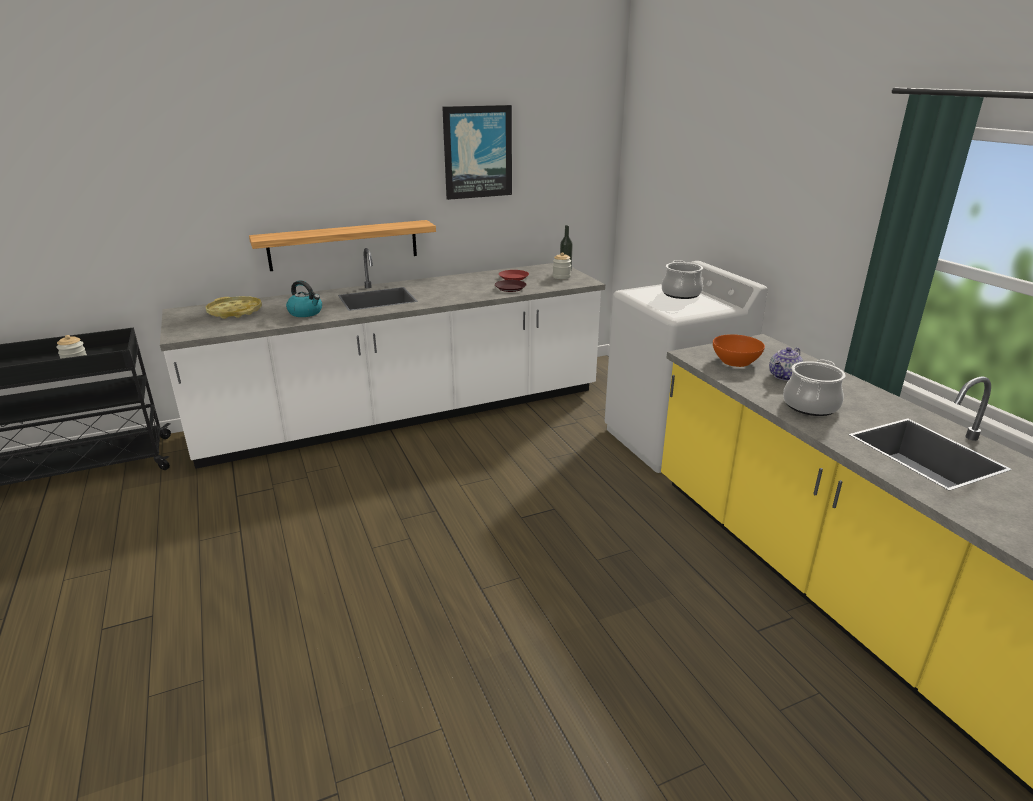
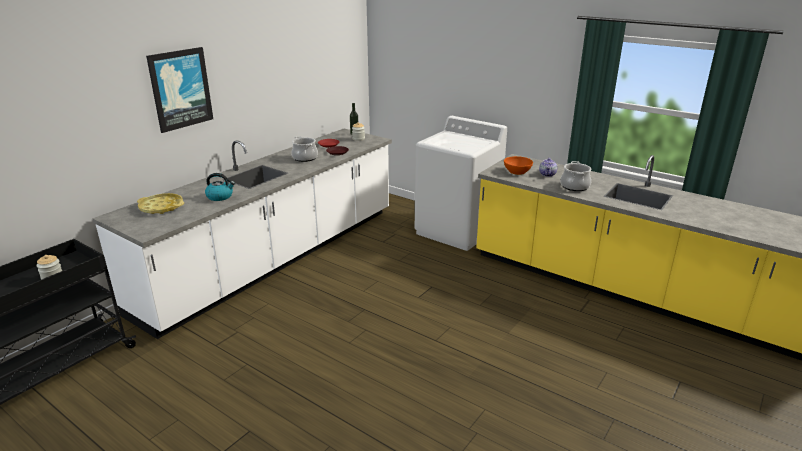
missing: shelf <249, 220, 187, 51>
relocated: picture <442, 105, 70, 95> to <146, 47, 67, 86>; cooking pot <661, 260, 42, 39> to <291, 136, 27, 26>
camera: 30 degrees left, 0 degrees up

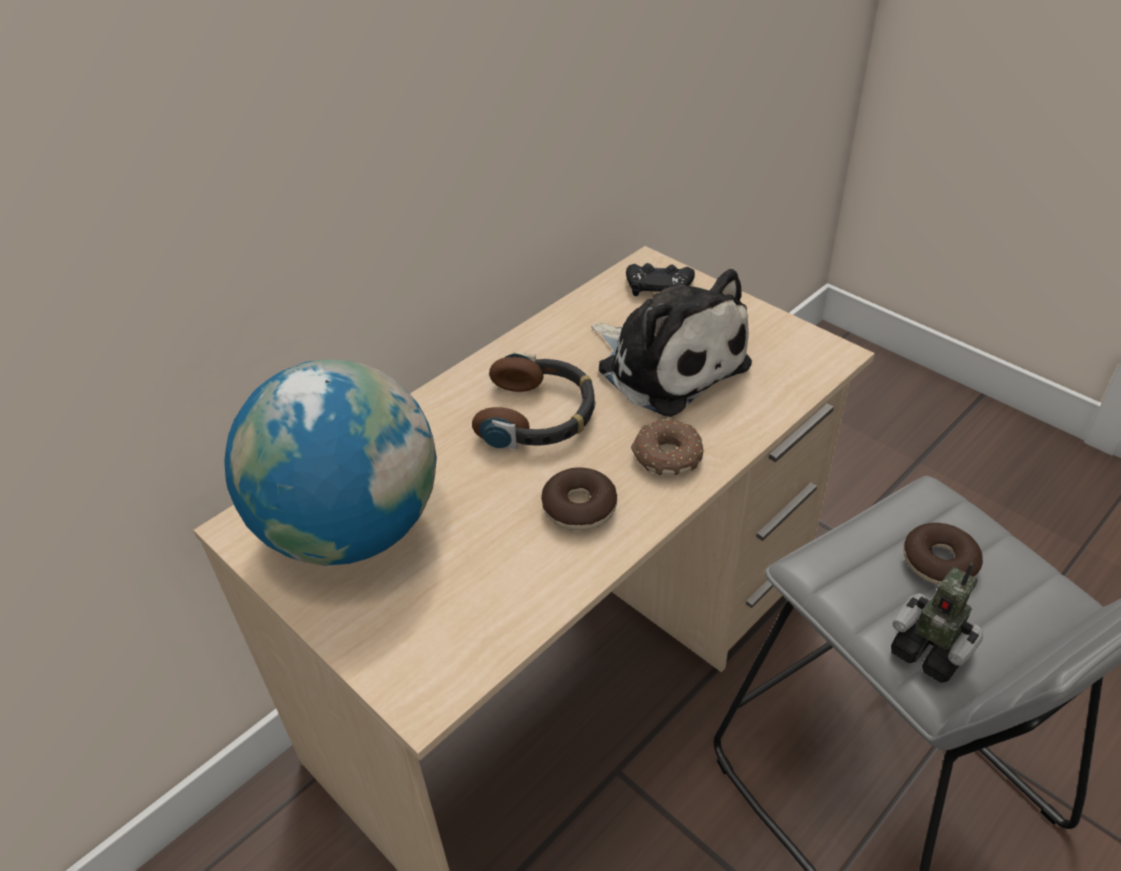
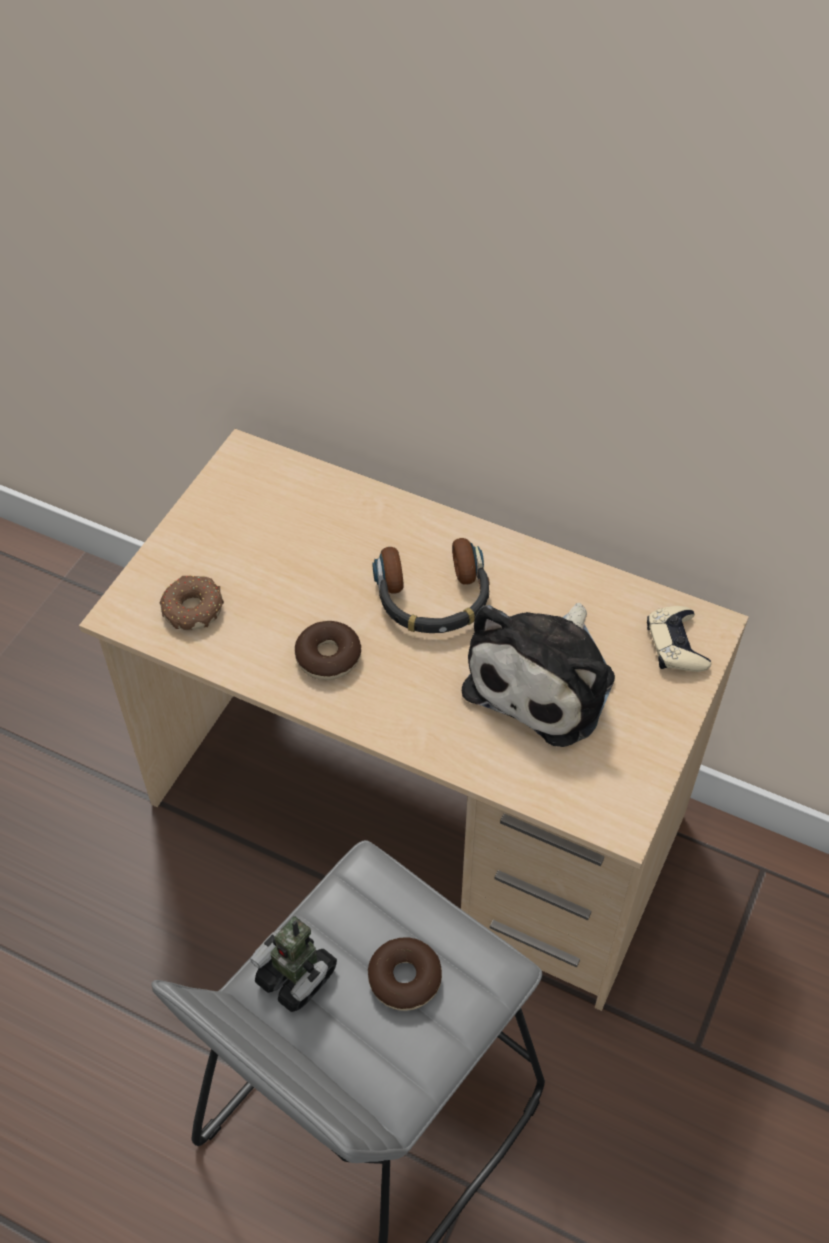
missing: globe <224, 359, 213, 207>
relocated: donut <631, 419, 72, 57> to <160, 575, 64, 55>
colour: black game controller <626, 263, 69, 33> to beige game controller <647, 606, 65, 66>
spun: toy robot <891, 562, 92, 121> = <250, 916, 87, 96> 75 degrees counterclockwise
camera: 70 degrees right, 10 degrees up

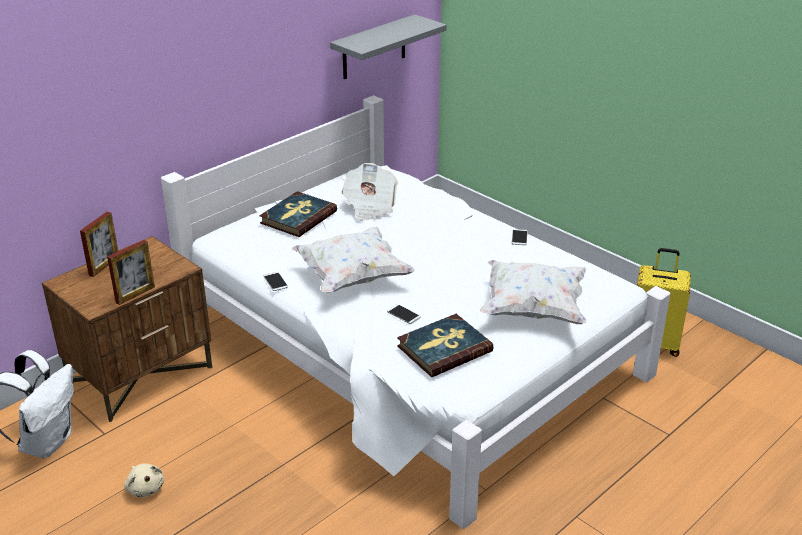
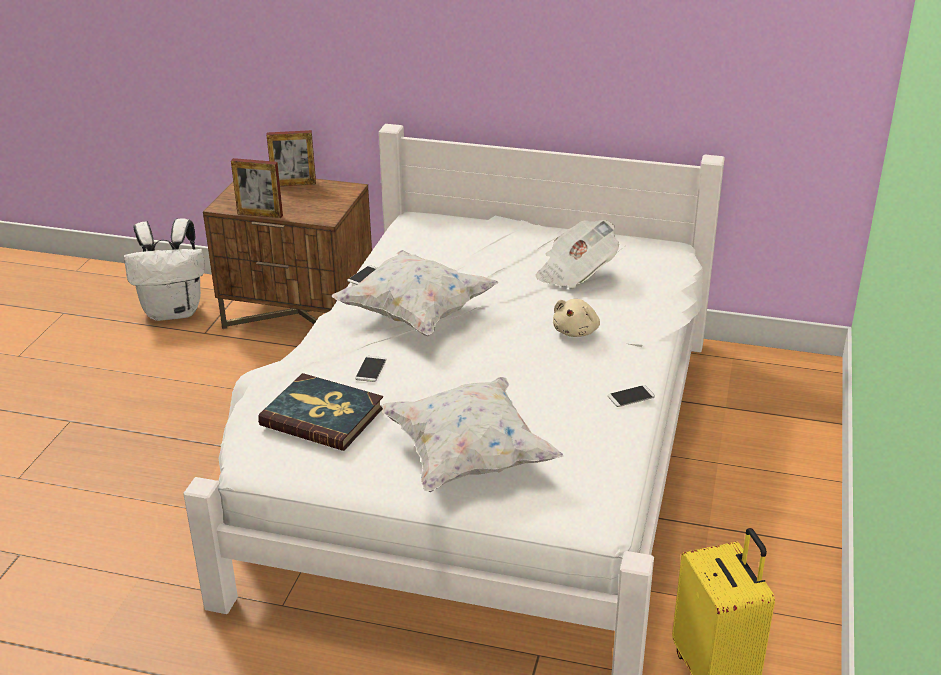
missing: book <259, 191, 78, 46>; grey shelf <330, 15, 117, 64>
relocated: beige plush toy <124, 463, 40, 35> to <553, 299, 47, 38>
camera: 60 degrees right, 0 degrees up

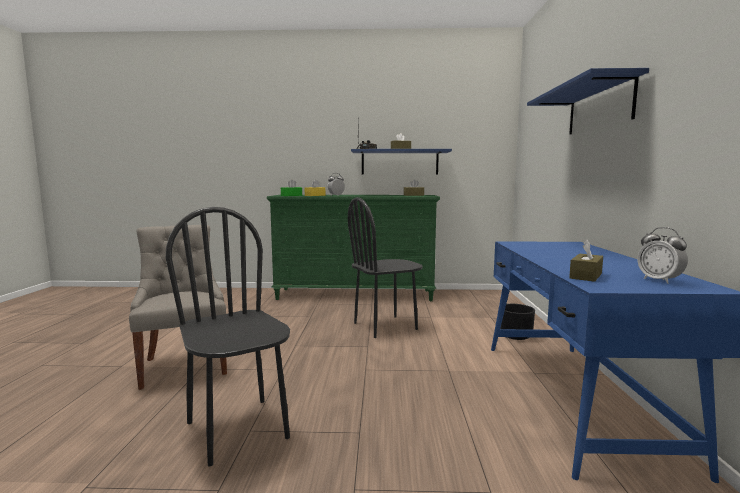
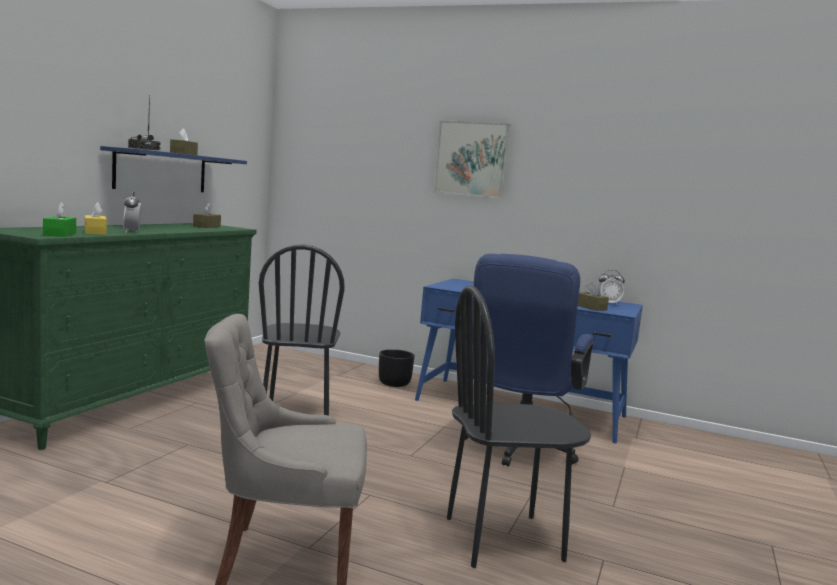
appeared: blue office chair <465, 254, 129, 213>
exchanged: blue shelf <527, 68, 122, 67> to picture <434, 120, 77, 79>
camera: 70 degrees left, 0 degrees up

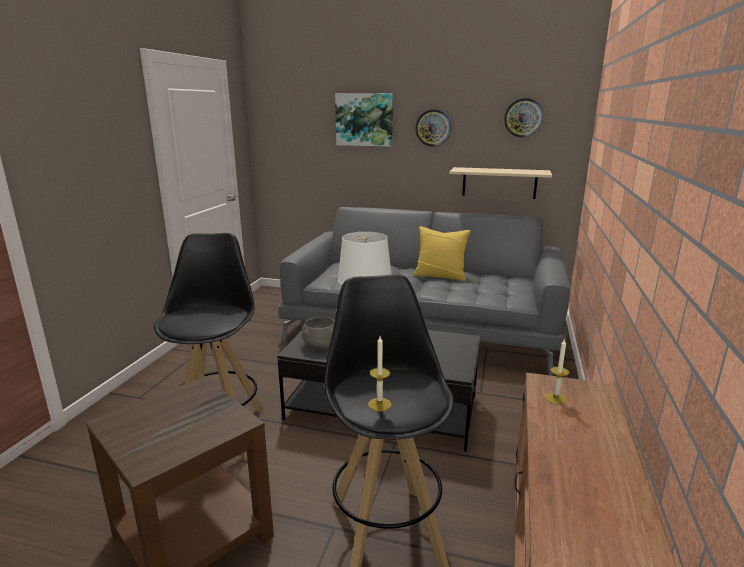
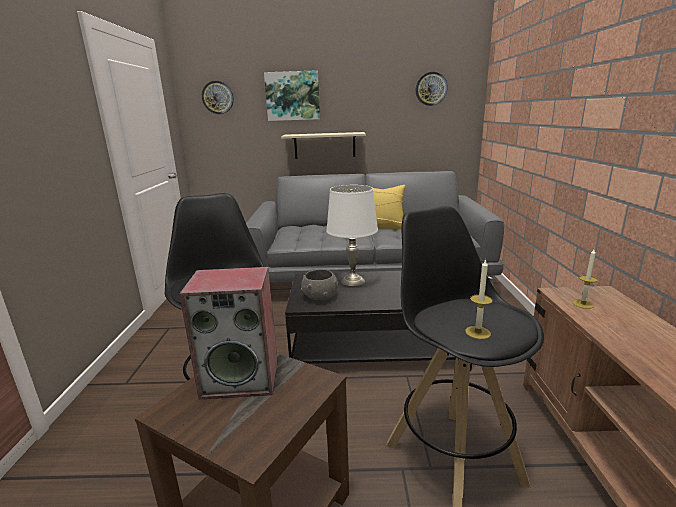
appeared: speaker <179, 267, 99, 133>
relocated: wall clock <415, 109, 36, 38> to <202, 81, 32, 33>; beige shelf <449, 167, 103, 32> to <281, 132, 85, 27>
camera: 15 degrees left, 0 degrees up

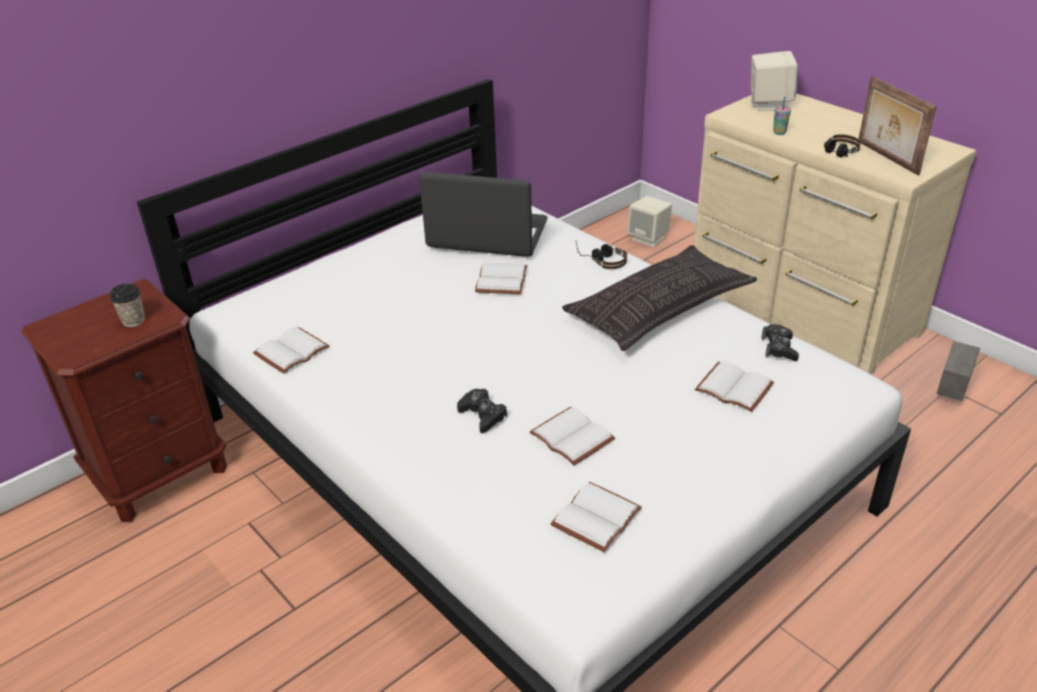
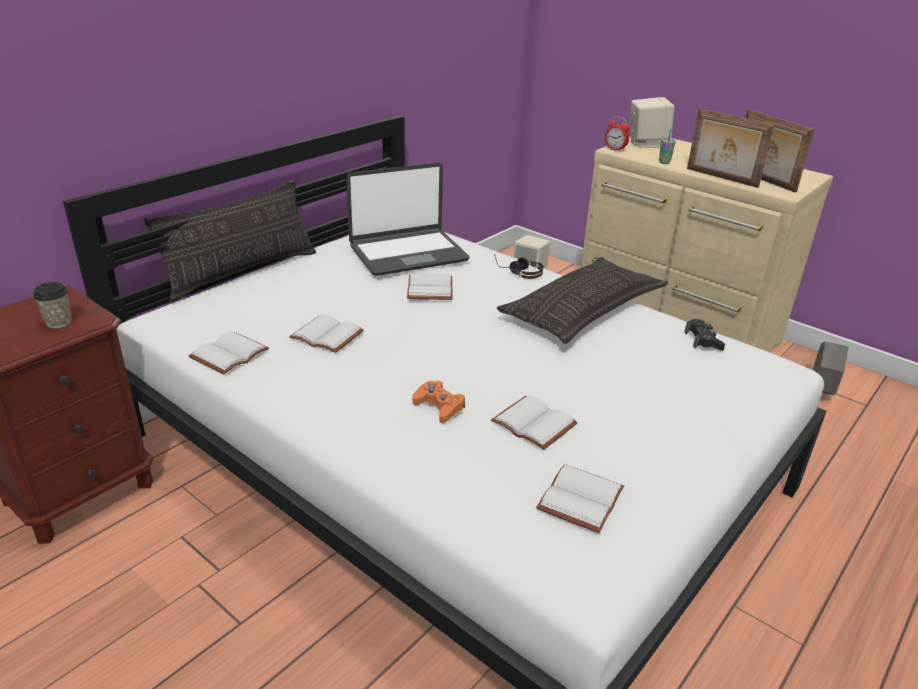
appeared: pillow <144, 179, 172, 123>; alarm clock <605, 117, 25, 35>
relocated: white book <695, 361, 79, 51> to <289, 314, 75, 39>
exchanged: headphones <824, 134, 37, 23> to picture frame <687, 108, 88, 80>
colour: black game controller <457, 389, 50, 44> to orange game controller <413, 381, 52, 42>
spun: laptop <419, 172, 129, 85> = <346, 163, 123, 113> 150 degrees clockwise
camera: 10 degrees left, 5 degrees down

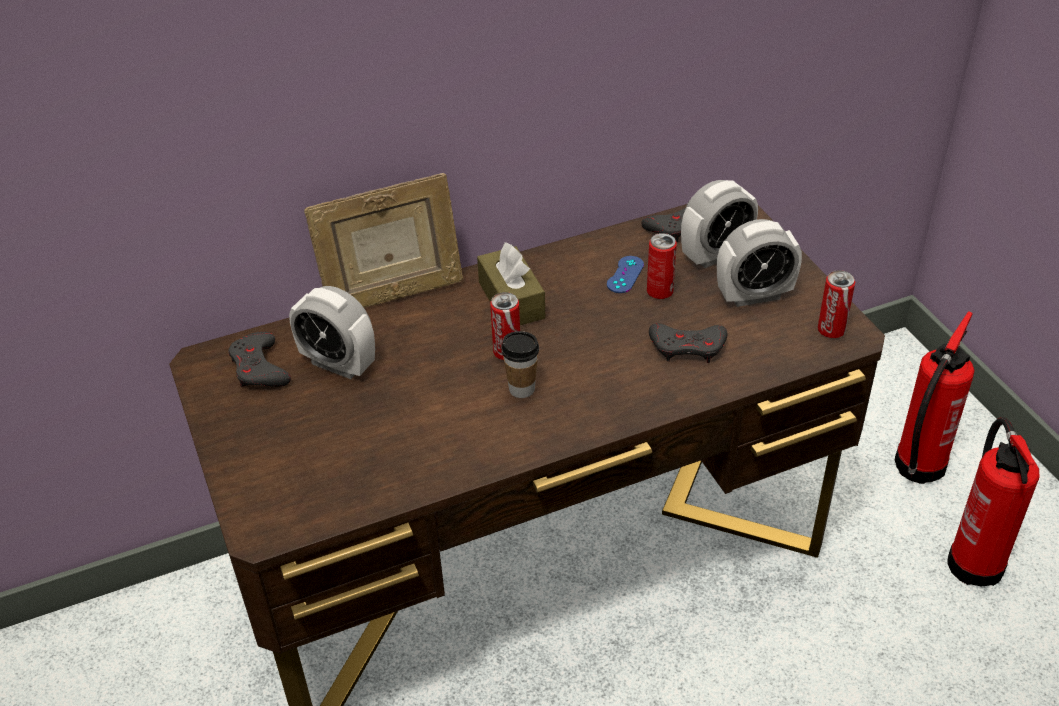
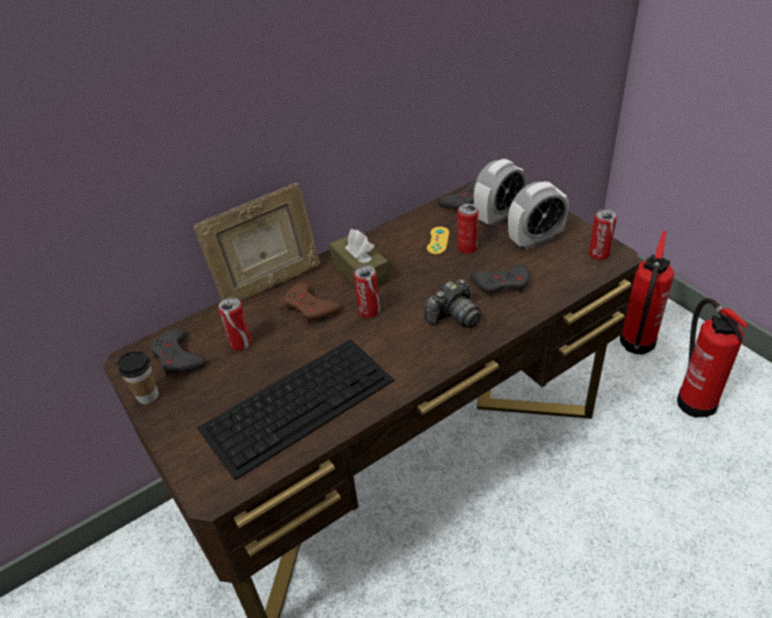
appeared: keyboard <197, 339, 197, 141>; brown game controller <284, 282, 58, 41>; photo camera <424, 279, 58, 49>
relocated: cup <501, 331, 38, 67> to <117, 351, 42, 53>
exchanged: alarm clock <289, 286, 86, 93> to can <218, 297, 34, 53>
colour: blue game controller <607, 256, 37, 37> to yellow game controller <427, 227, 22, 27>
camera: 10 degrees left, 0 degrees up

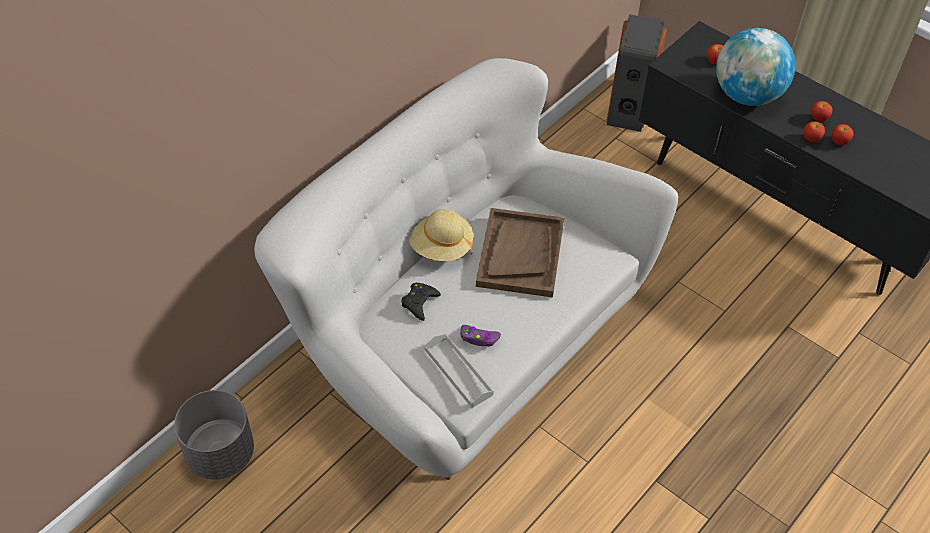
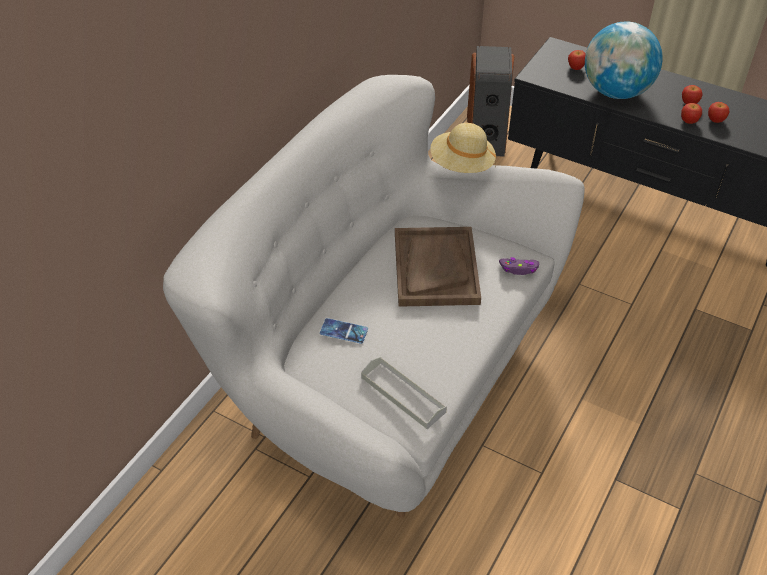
missing: grey planter <174, 390, 80, 90>
relocated: beige hat <409, 209, 64, 52> to <430, 123, 66, 50>; purple game controller <460, 325, 41, 22> to <499, 257, 40, 18>
exchanged: black game controller <401, 283, 40, 38> to phone <320, 318, 48, 26>
camera: 10 degrees left, 5 degrees down

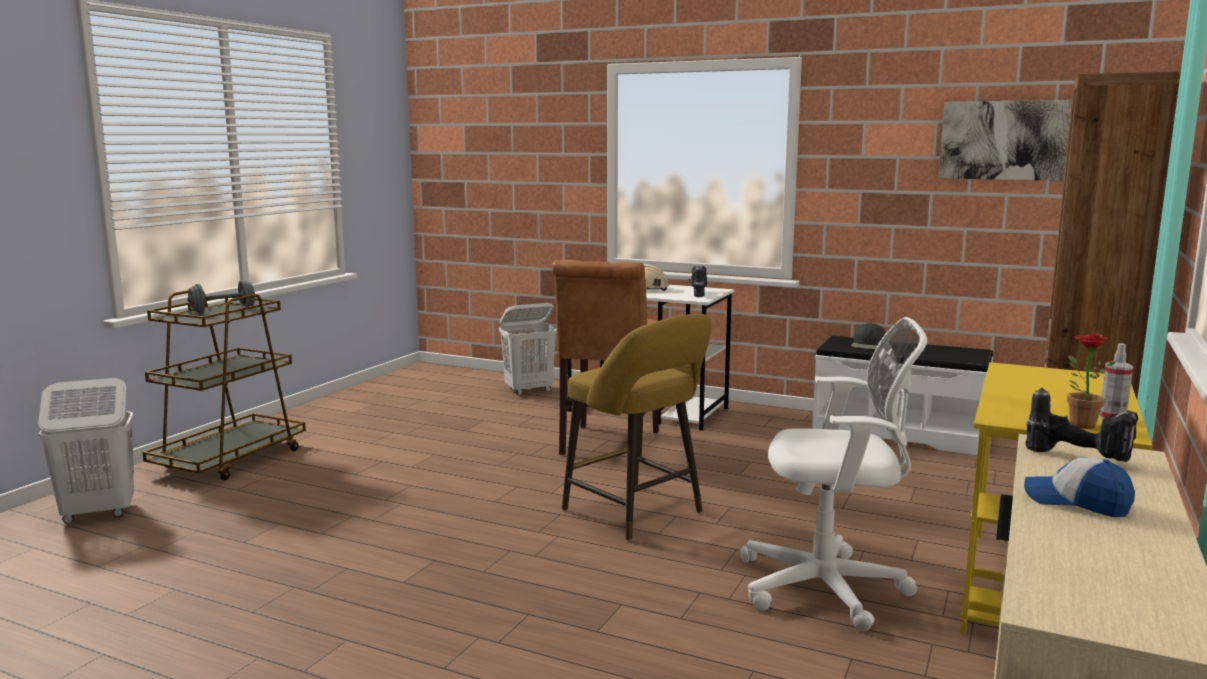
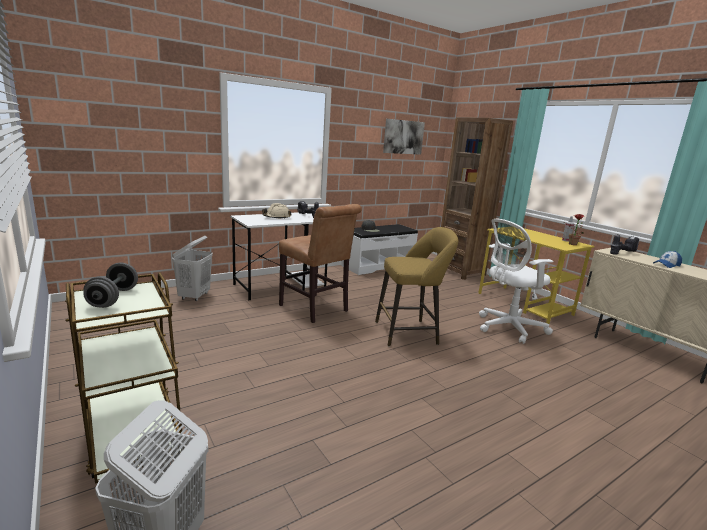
spun: white office chair <740, 317, 187, 315> = <479, 219, 74, 125> 150 degrees counterclockwise
camera: 60 degrees left, 5 degrees up

